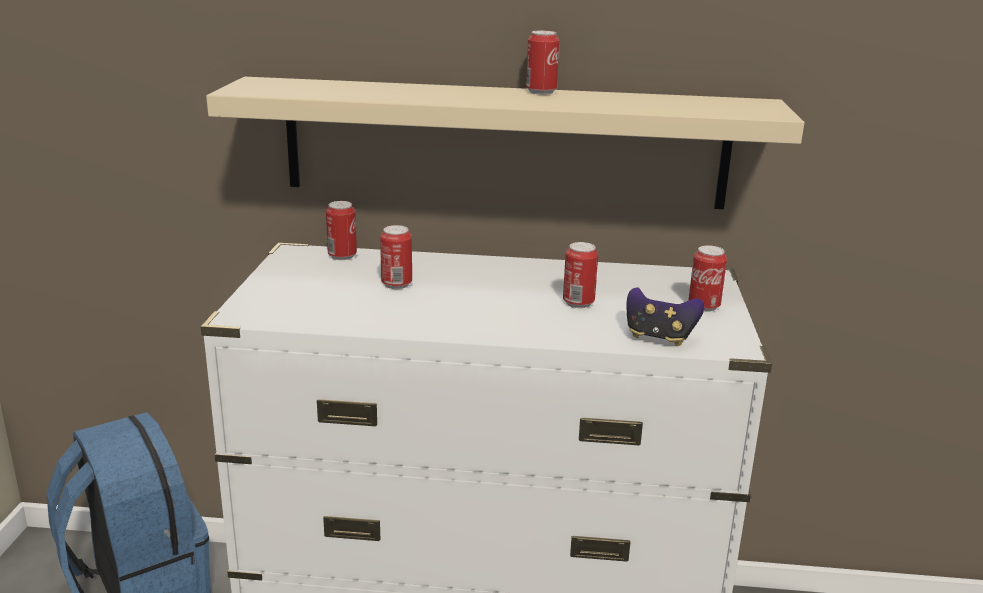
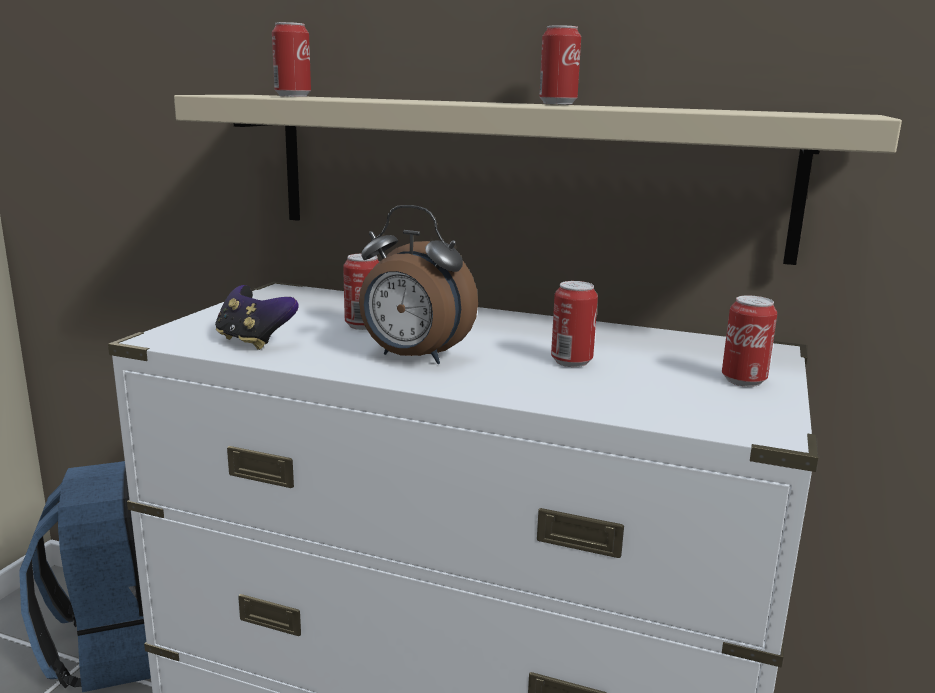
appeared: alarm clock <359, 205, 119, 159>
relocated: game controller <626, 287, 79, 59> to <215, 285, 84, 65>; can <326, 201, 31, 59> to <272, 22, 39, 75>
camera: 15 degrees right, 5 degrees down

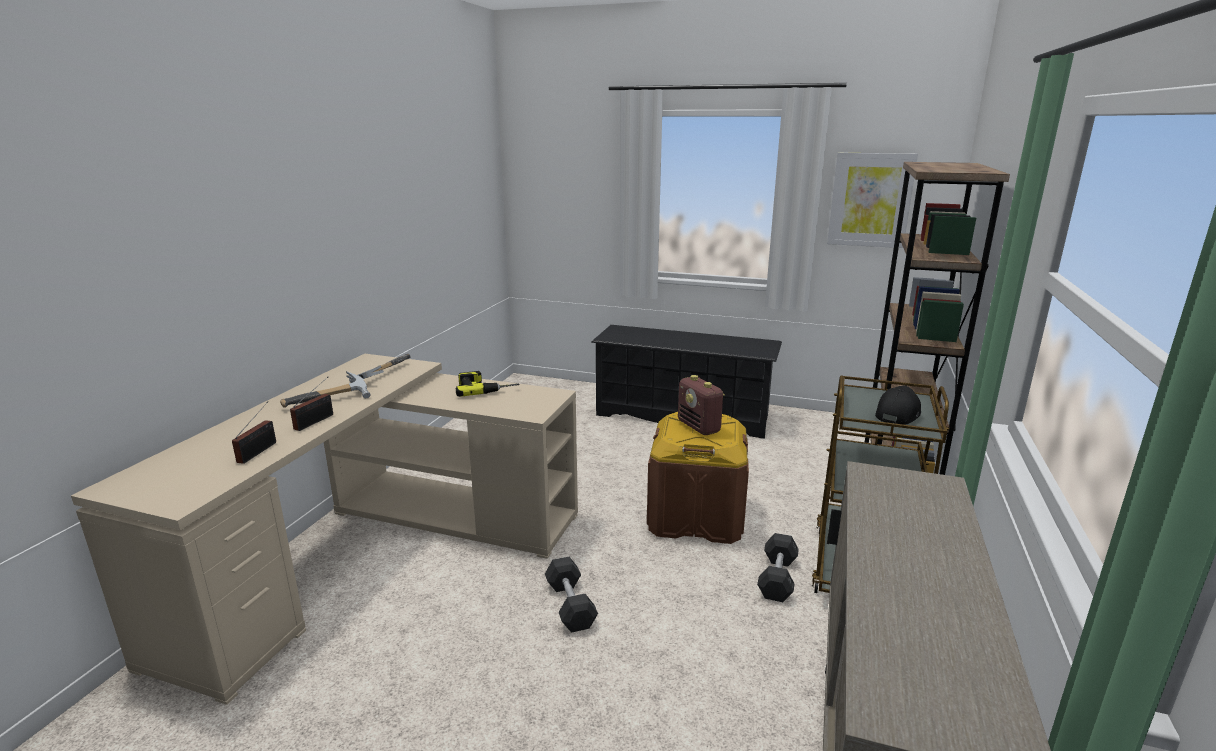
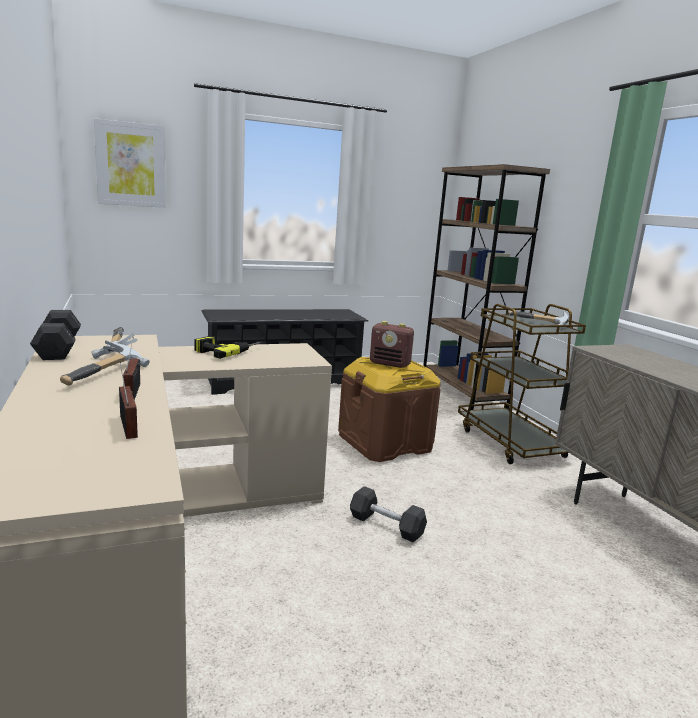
relocated: grey dumbbell <757, 533, 42, 69> to <30, 310, 51, 50>; picture <827, 153, 91, 95> to <94, 118, 72, 90>
exchanged: black cap <875, 386, 46, 39> to hammer <509, 310, 59, 20>
camera: 40 degrees left, 5 degrees down

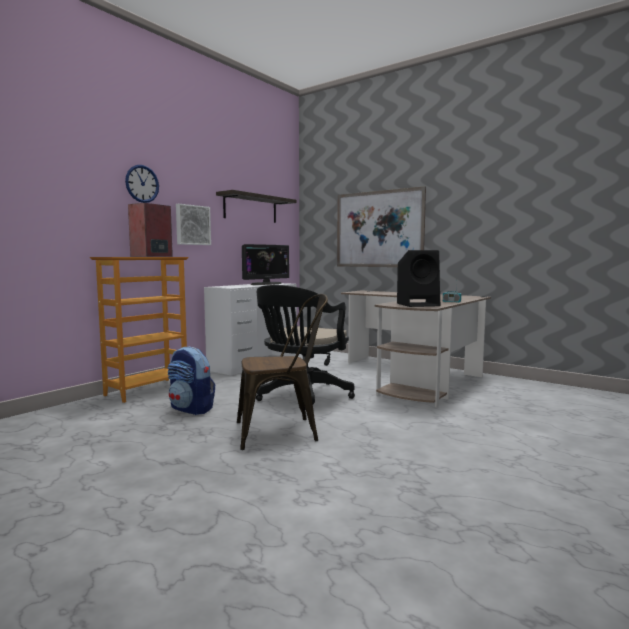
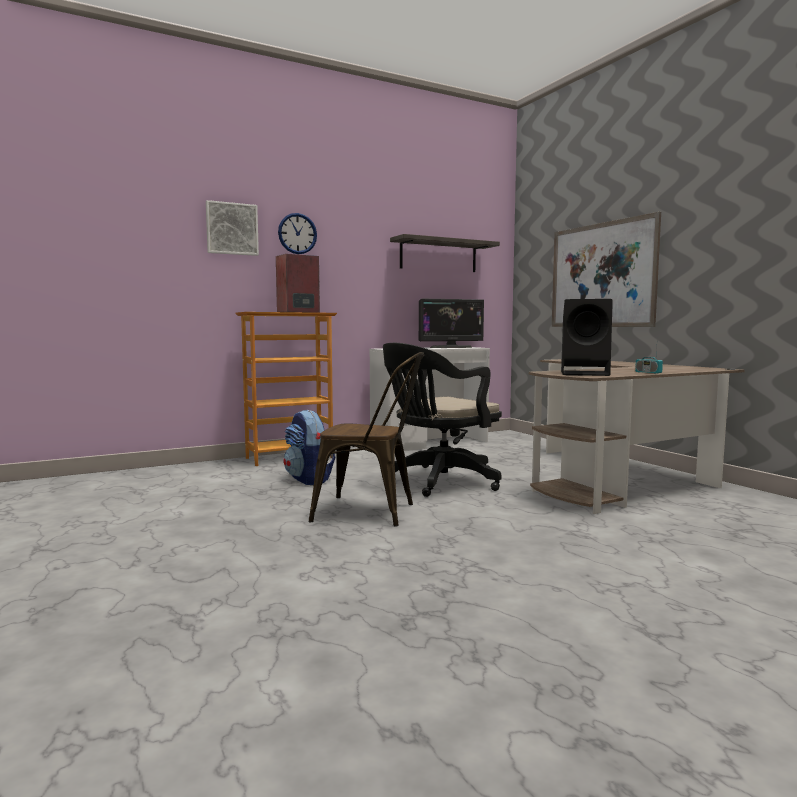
relocated: picture <176, 204, 35, 41> to <206, 200, 53, 56>
camera: 25 degrees right, 0 degrees up

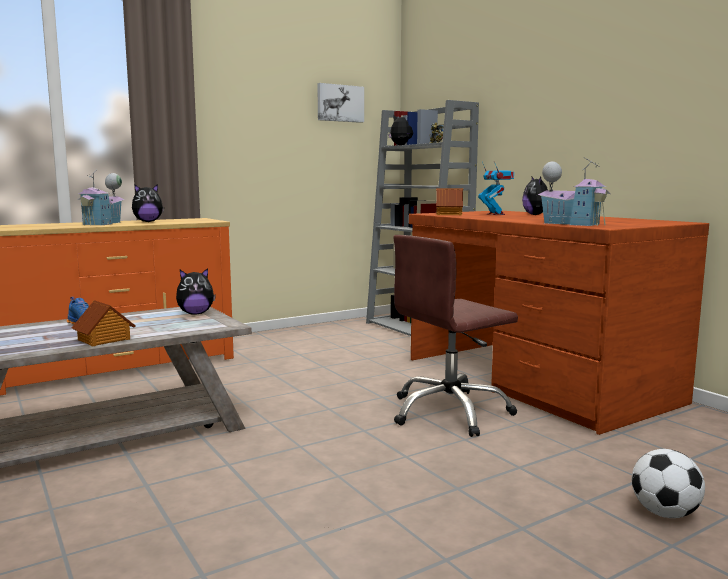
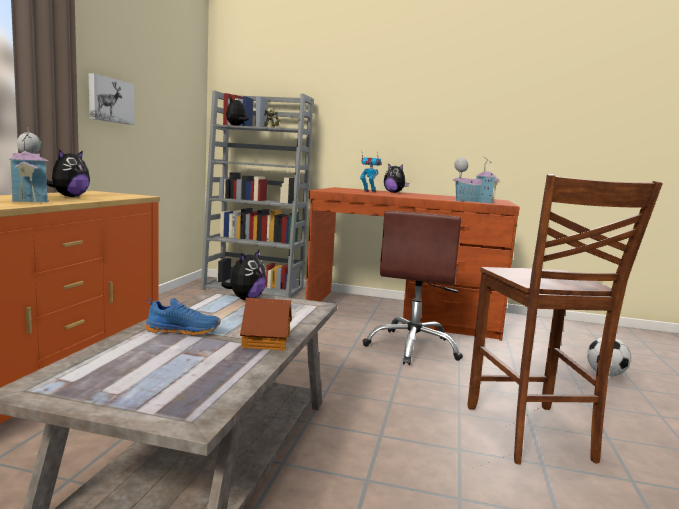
missing: toy house <436, 188, 27, 27>
appeared: brown chair <468, 174, 195, 291>
relocated: picture <317, 83, 47, 40> to <89, 73, 45, 52>
camera: 45 degrees left, 0 degrees up

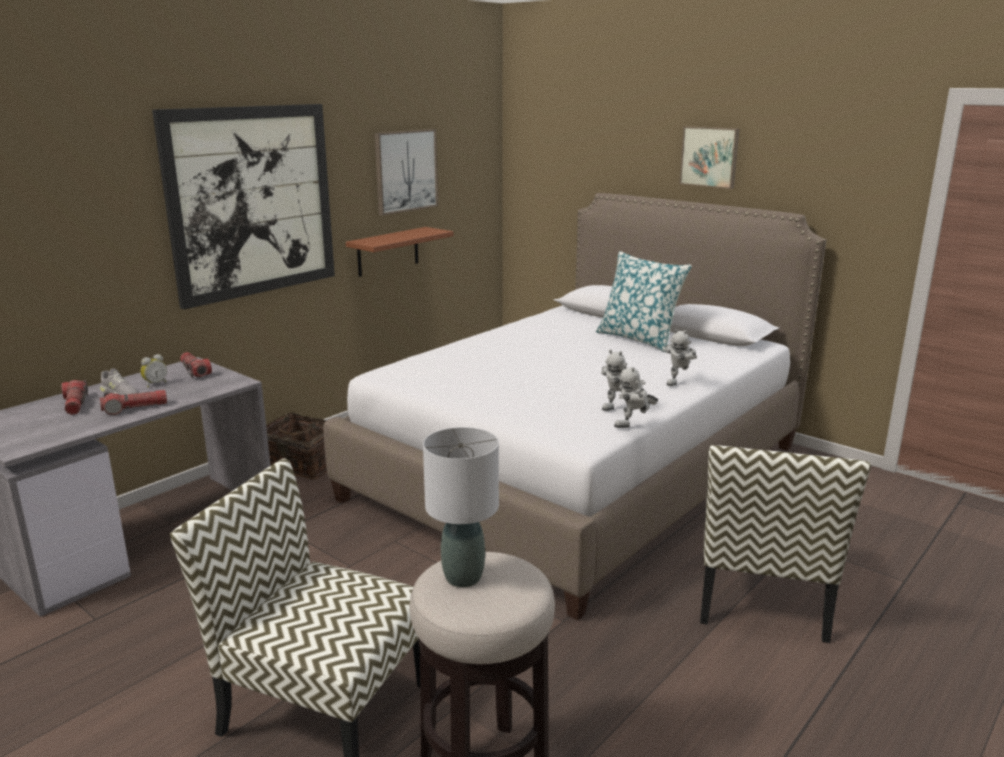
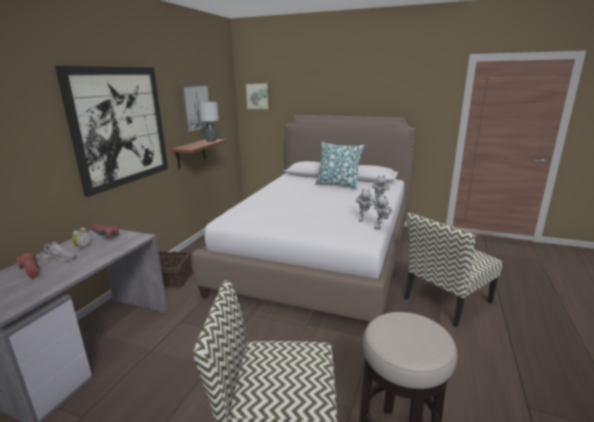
missing: flashlight <100, 390, 67, 25>
relocated: grey table lamp <423, 427, 76, 160> to <198, 102, 21, 40>; picture <679, 126, 61, 63> to <245, 83, 25, 27>
spun: chair <700, 445, 171, 198> = <404, 213, 99, 114> 60 degrees clockwise
camera: 20 degrees left, 0 degrees up

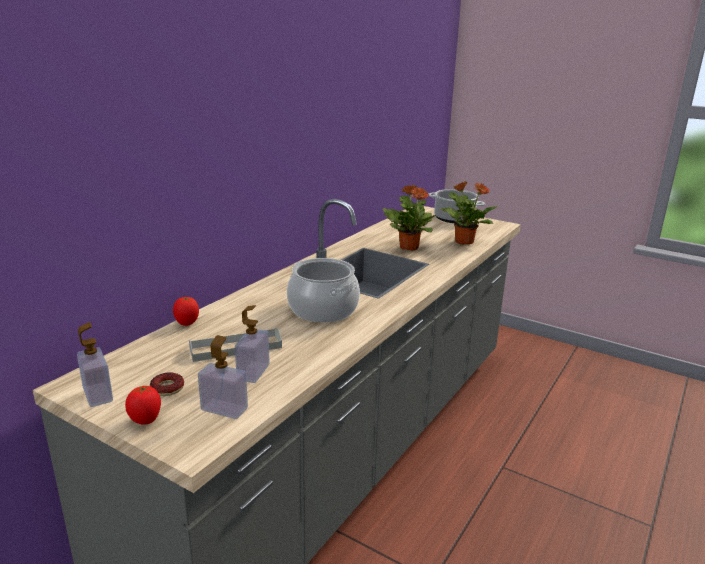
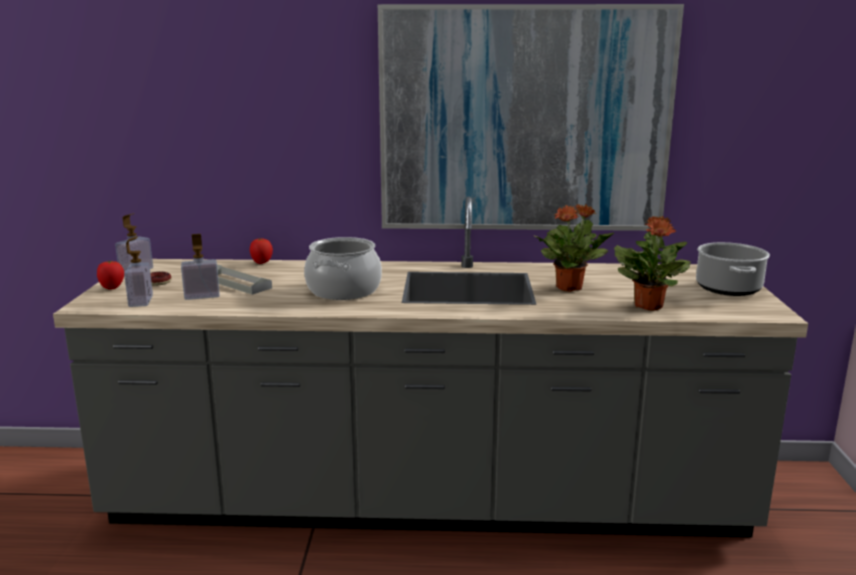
appeared: picture <378, 4, 306, 227>
camera: 60 degrees right, 5 degrees down

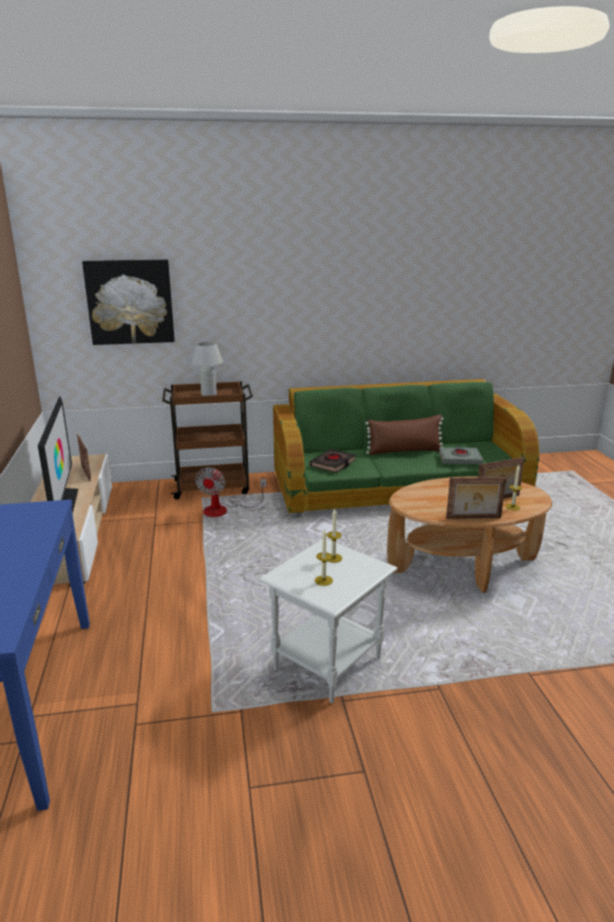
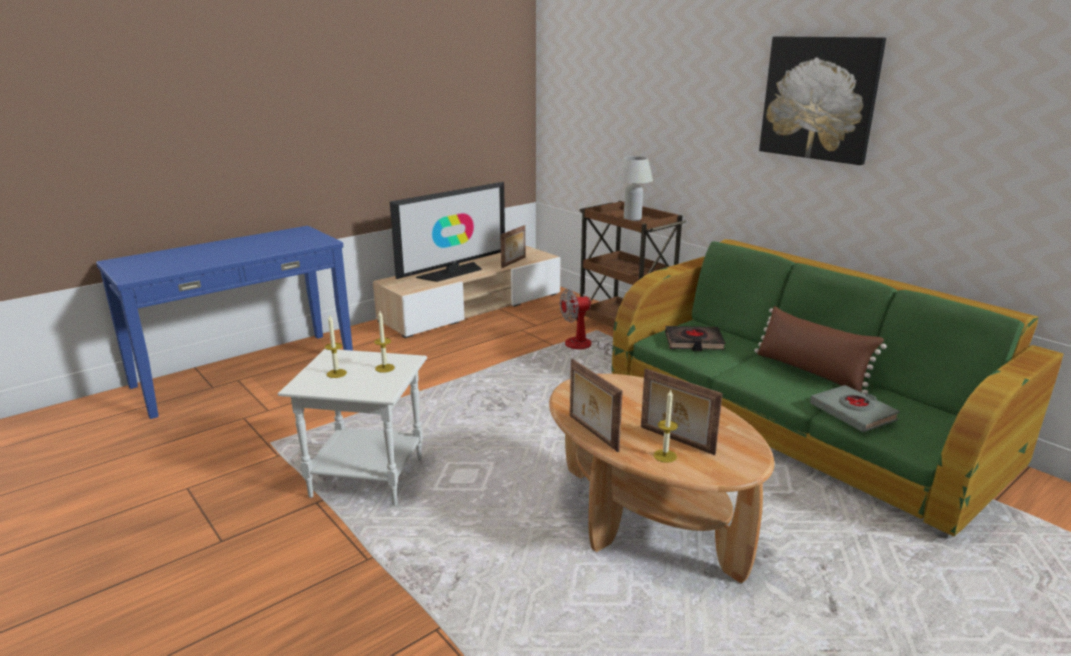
relocated: picture <82, 259, 93, 86> to <759, 36, 127, 129>
camera: 60 degrees right, 0 degrees up

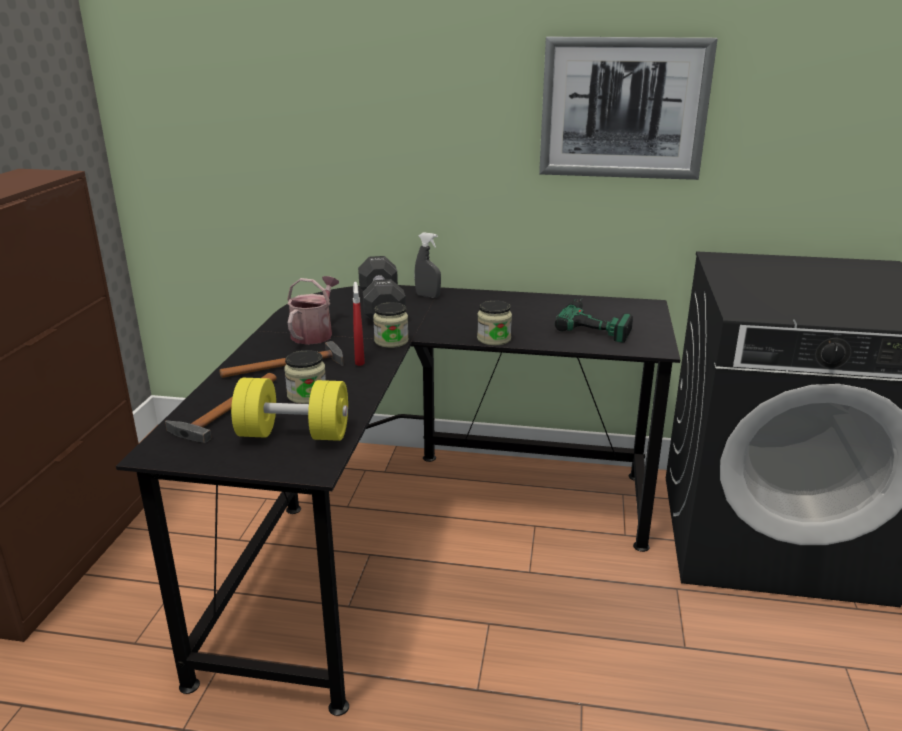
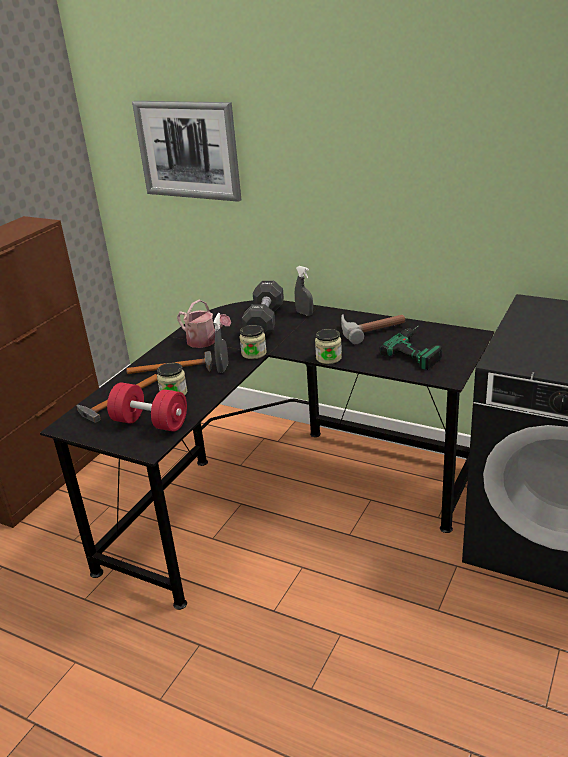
appeared: hammer <341, 314, 64, 30>
relocated: picture <539, 37, 179, 143> to <132, 101, 109, 101>
colour: yellow dumbbell <231, 378, 117, 63> to red dumbbell <107, 383, 80, 49>; red spray bottle <353, 282, 12, 84> to grey spray bottle <213, 313, 15, 60>
spun: watering can <287, 276, 52, 69> = <177, 300, 54, 48> 90 degrees clockwise
camera: 20 degrees right, 5 degrees up

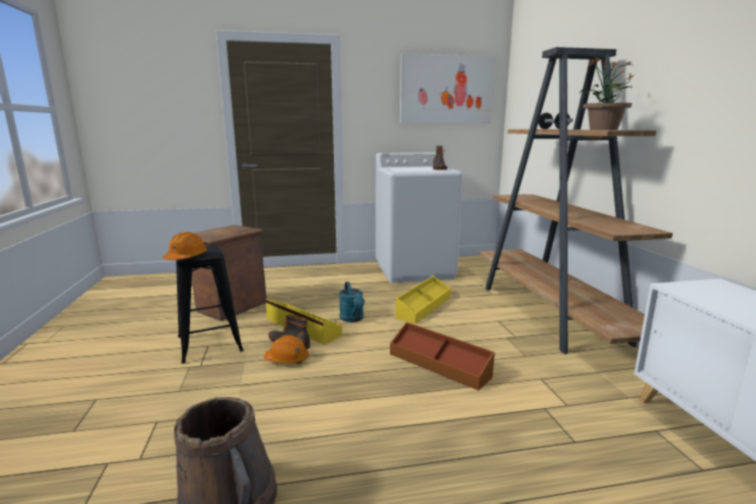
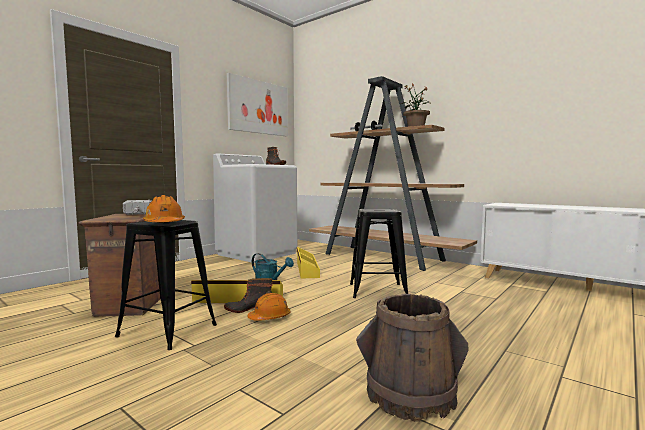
appeared: hammer <123, 200, 28, 15>
exchanged: brown storage box <390, 322, 105, 69> to black stool <350, 209, 58, 89>
camera: 40 degrees left, 10 degrees down

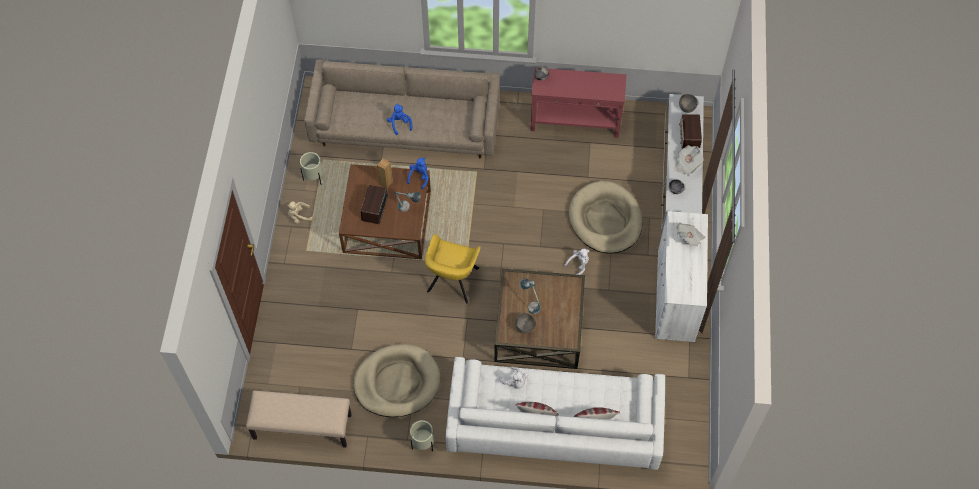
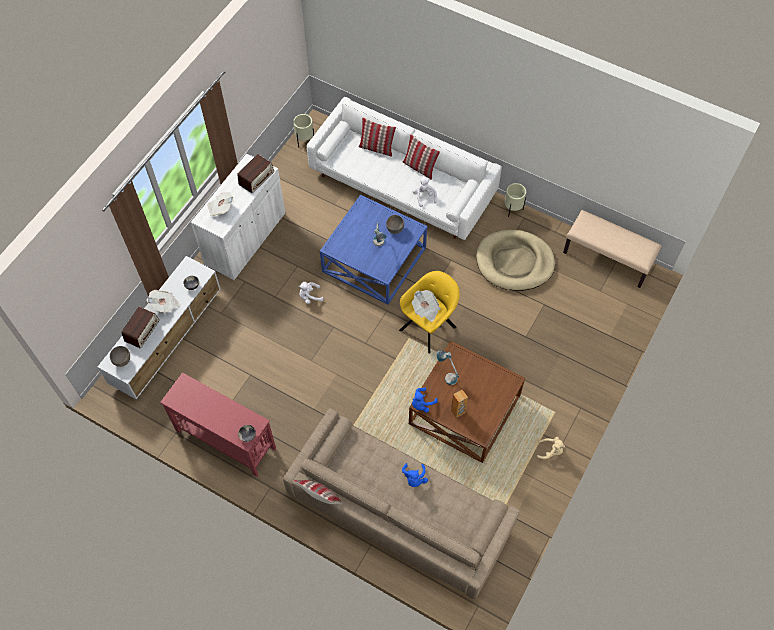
missing: beige dog bed <569, 181, 74, 73>
appeared: pillow <294, 480, 48, 24>; newspaper <412, 290, 29, 32>
relocated: radio <361, 185, 27, 39> to <237, 154, 37, 39>; beige planter <300, 152, 23, 33> to <293, 114, 21, 33>
colour: brown coffee table <494, 269, 91, 100> to blue coffee table <320, 195, 107, 110>
camera: 155 degrees left, 0 degrees up

